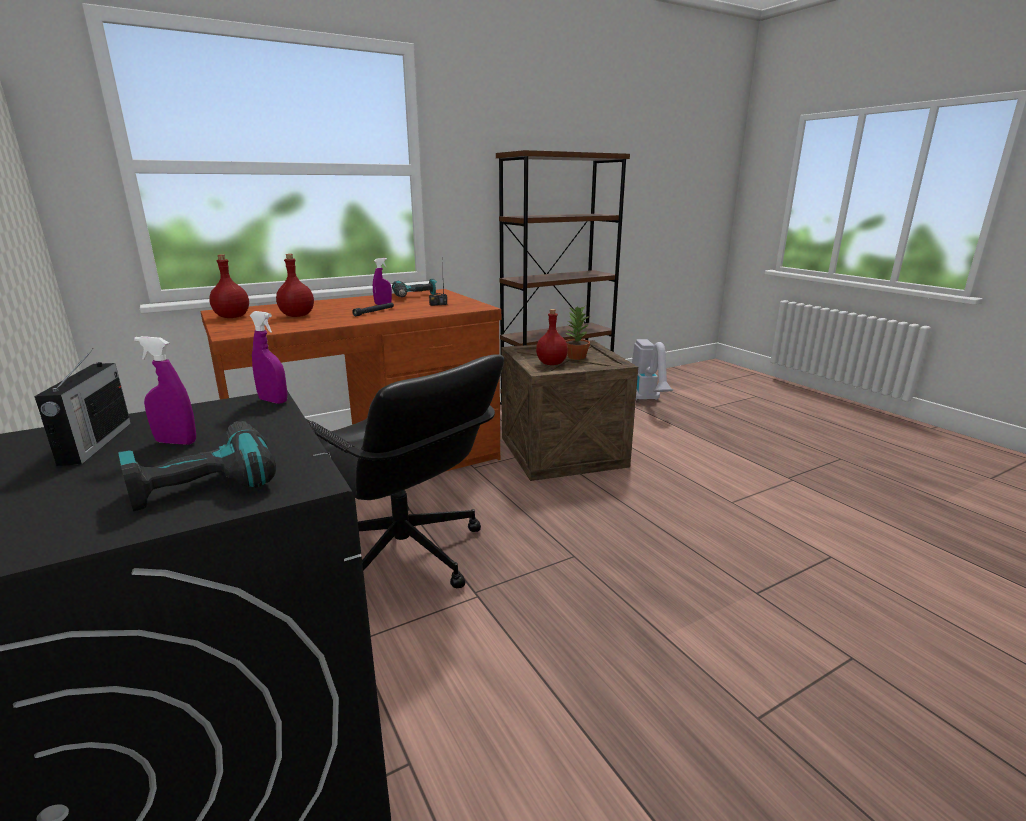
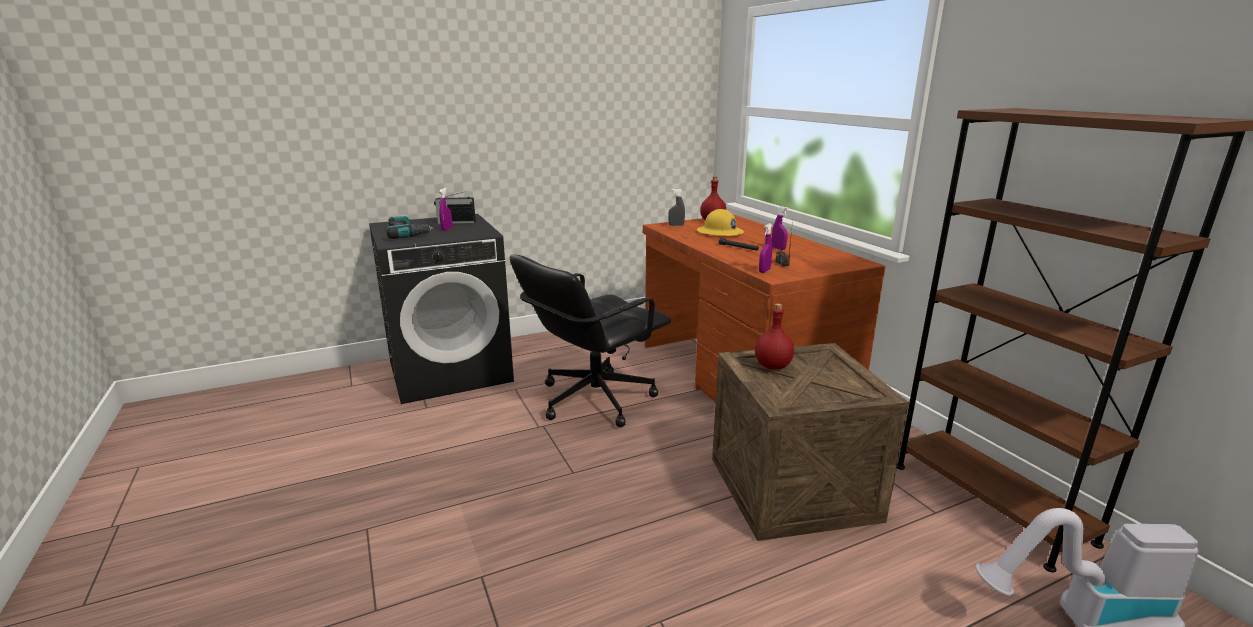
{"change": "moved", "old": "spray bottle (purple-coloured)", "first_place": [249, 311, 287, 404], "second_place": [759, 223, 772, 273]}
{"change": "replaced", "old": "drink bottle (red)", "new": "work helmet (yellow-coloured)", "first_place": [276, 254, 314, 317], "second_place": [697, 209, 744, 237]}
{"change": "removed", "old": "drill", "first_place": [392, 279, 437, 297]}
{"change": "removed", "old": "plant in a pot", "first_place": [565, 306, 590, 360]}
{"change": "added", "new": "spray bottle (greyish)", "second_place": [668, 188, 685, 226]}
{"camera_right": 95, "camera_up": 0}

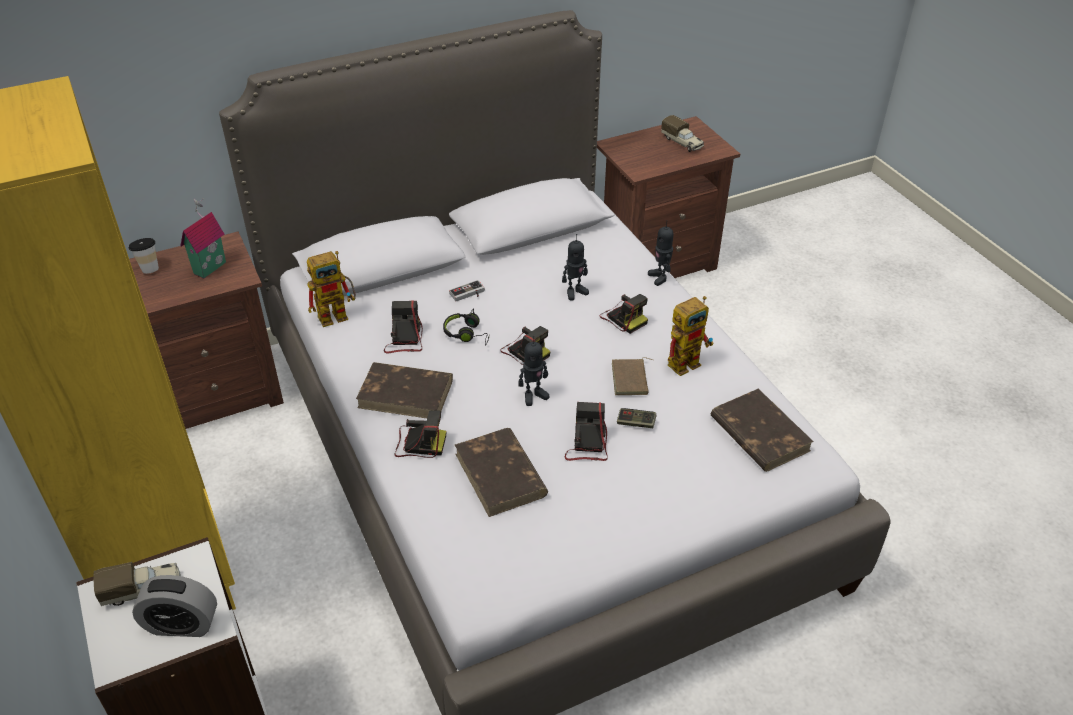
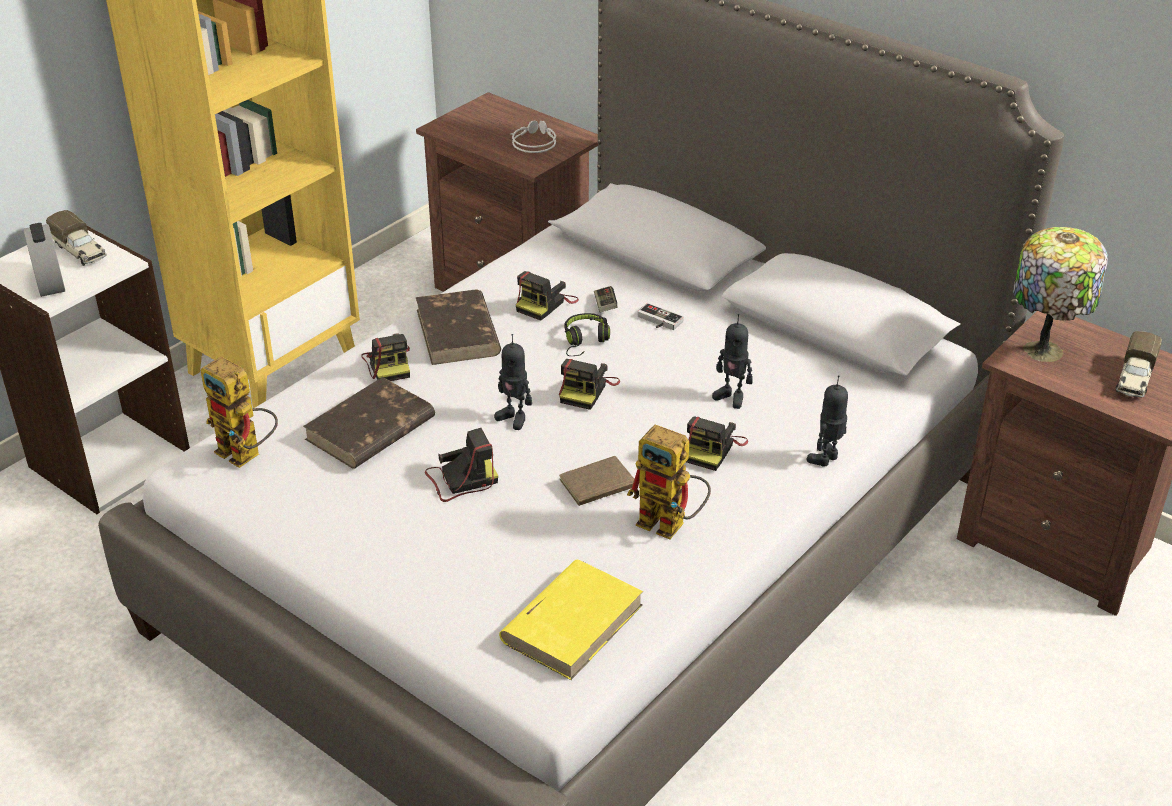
{"change": "removed", "old": "small cup", "first_place": [128, 238, 159, 274]}
{"change": "replaced", "old": "model house", "new": "headset (greyish)", "first_place": [180, 198, 226, 278], "second_place": [510, 121, 556, 153]}
{"change": "moved", "old": "model robot", "first_place": [307, 251, 356, 327], "second_place": [200, 356, 278, 468]}
{"change": "turned", "old": "still camera", "first_place": [384, 300, 423, 353], "second_place": [516, 271, 579, 321], "degrees": 150}
{"change": "moved", "old": "gamepad", "first_place": [617, 408, 657, 428], "second_place": [594, 286, 617, 312]}
{"change": "recoloured", "old": "volume (brown-coloured)", "new": "volume (yellow-coloured)", "first_place": [711, 389, 814, 472], "second_place": [499, 560, 643, 680]}
{"change": "added", "new": "tabletop lamp", "second_place": [1013, 227, 1108, 362]}
{"camera_right": 65, "camera_up": -5}

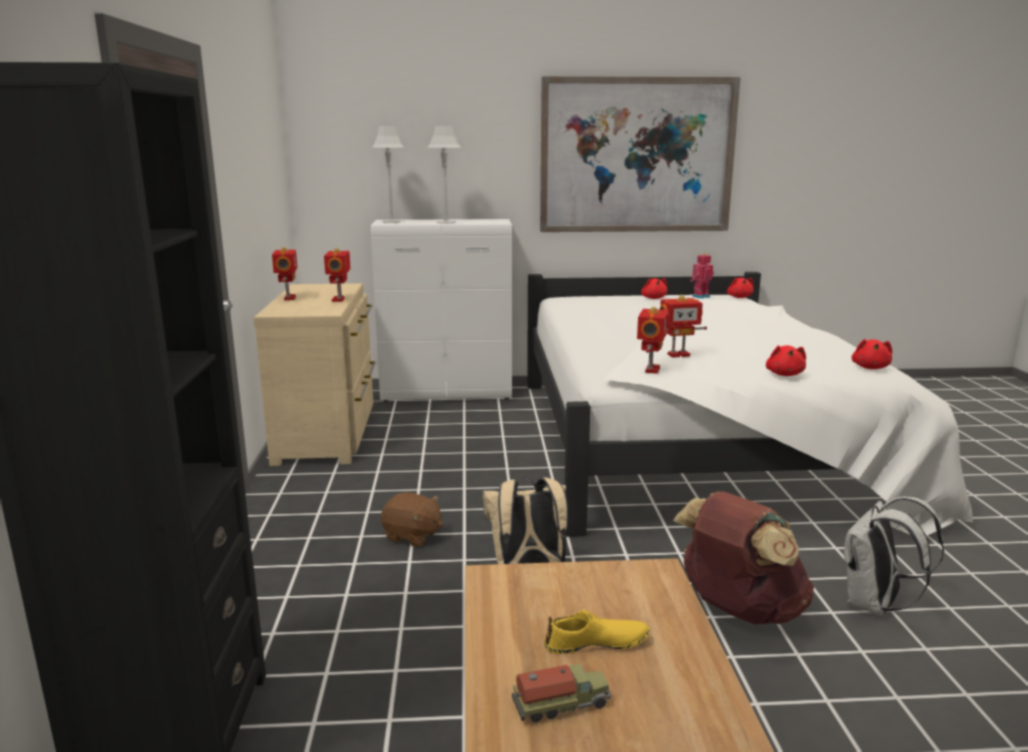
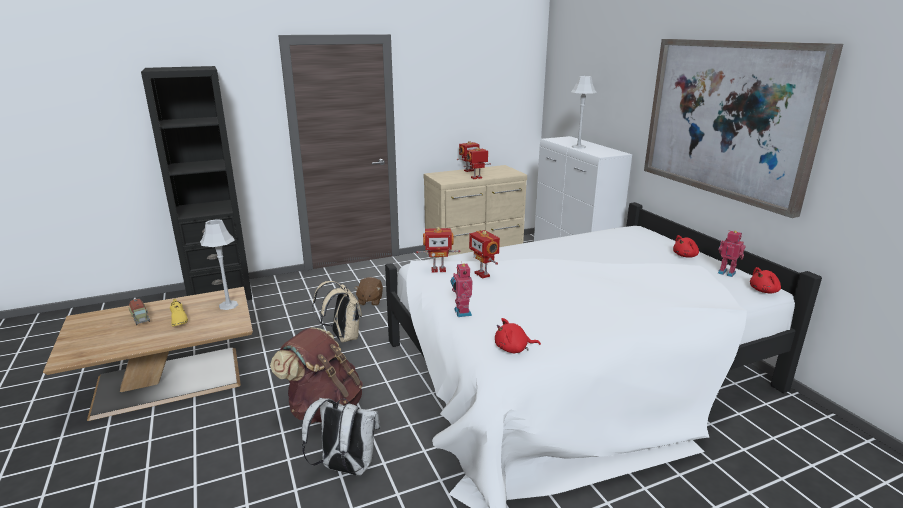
{"change": "moved", "old": "tabletop lamp (greyish)", "first_place": [372, 126, 404, 223], "second_place": [200, 219, 238, 310]}
{"change": "replaced", "old": "soft toy (red)", "new": "model robot", "first_place": [766, 345, 806, 376], "second_place": [451, 263, 472, 317]}
{"camera_right": 70, "camera_up": 5}

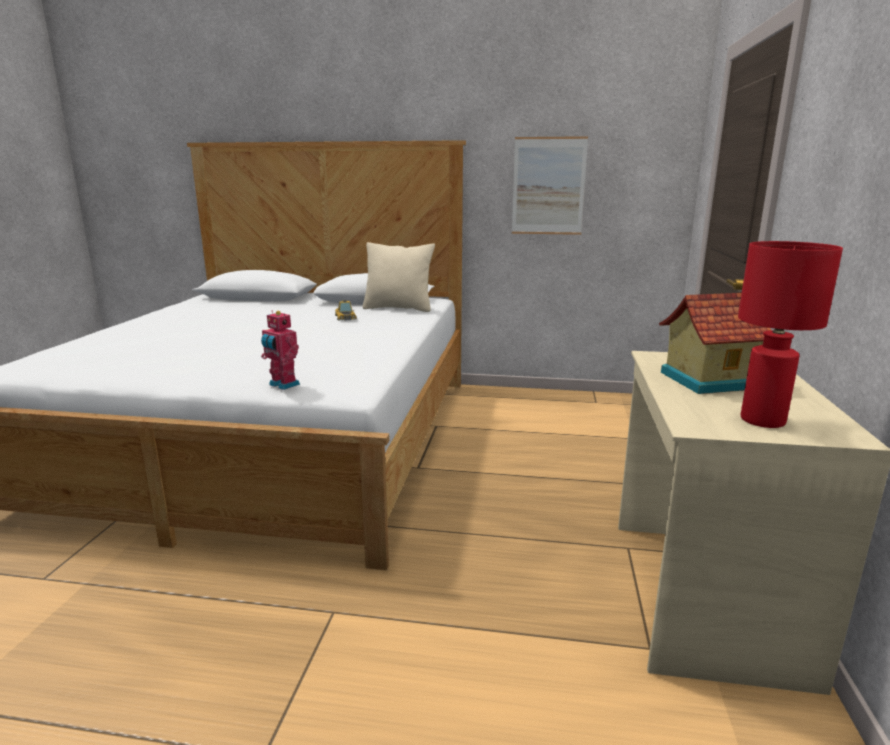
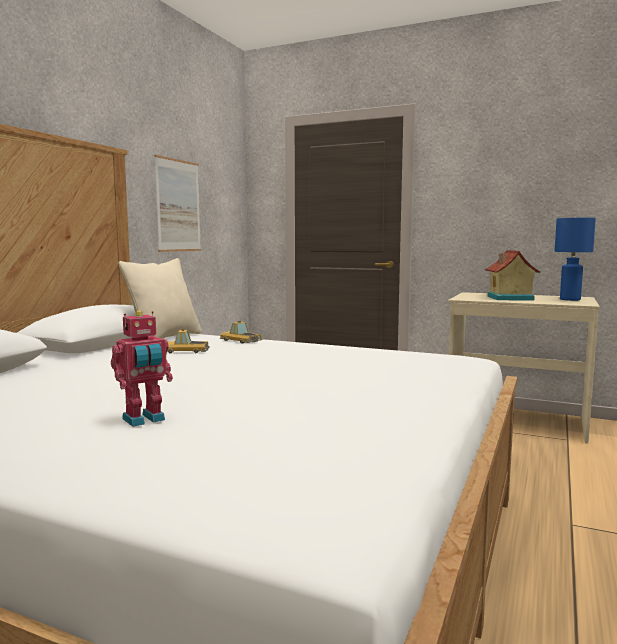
{"change": "moved", "old": "model robot", "first_place": [261, 311, 300, 390], "second_place": [111, 311, 173, 427]}
{"change": "recoloured", "old": "tabletop lamp (red)", "new": "tabletop lamp (blue-coloured)", "first_place": [738, 241, 843, 428], "second_place": [554, 218, 596, 301]}
{"change": "added", "new": "model car", "second_place": [220, 321, 262, 344]}
{"camera_right": -75, "camera_up": -10}

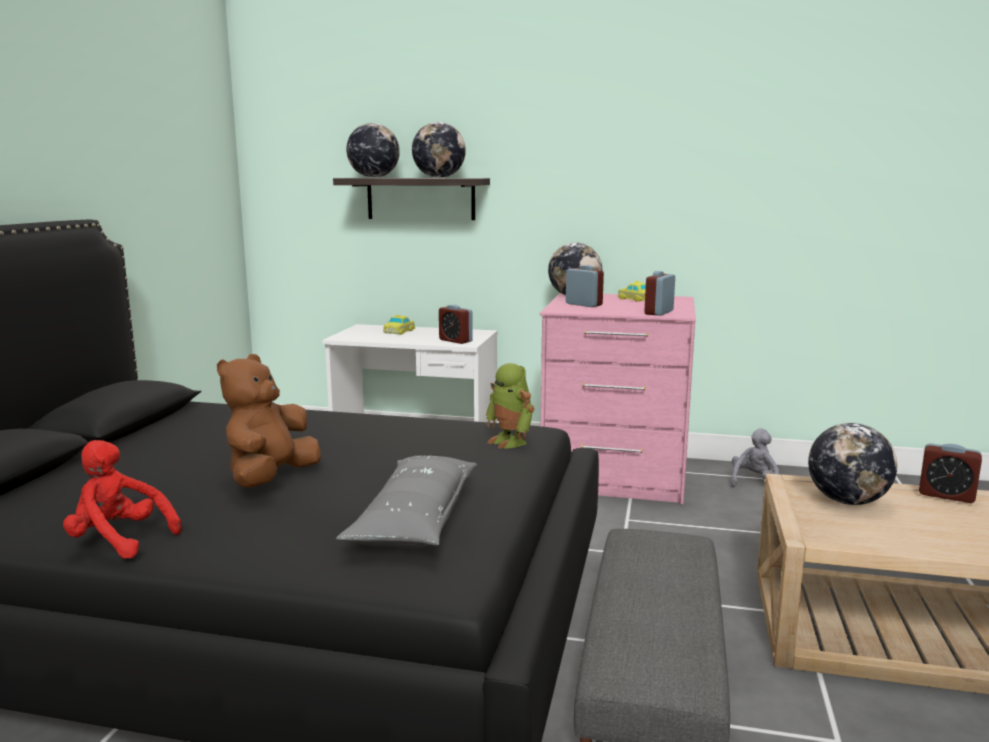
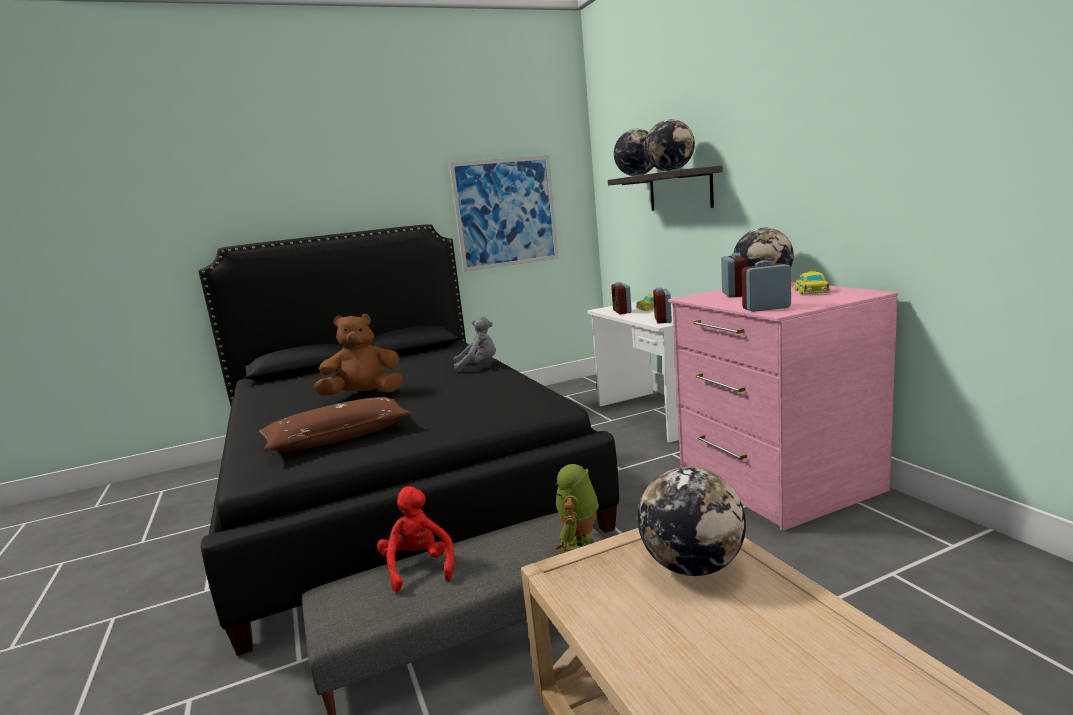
{"change": "moved", "old": "soft toy (red)", "first_place": [63, 440, 182, 559], "second_place": [377, 486, 454, 592]}
{"change": "recoloured", "old": "pillow (greyish)", "new": "pillow (brown-coloured)", "first_place": [336, 456, 477, 548], "second_place": [259, 397, 411, 451]}
{"change": "moved", "old": "model robot", "first_place": [486, 363, 534, 449], "second_place": [555, 464, 599, 553]}
{"change": "moved", "old": "soft toy (greyish)", "first_place": [730, 428, 779, 487], "second_place": [453, 316, 496, 373]}
{"change": "moved", "old": "bedside clock", "first_place": [919, 443, 982, 503], "second_place": [611, 282, 632, 314]}
{"change": "added", "new": "wall picture", "second_place": [449, 155, 558, 272]}
{"camera_right": 55, "camera_up": 0}

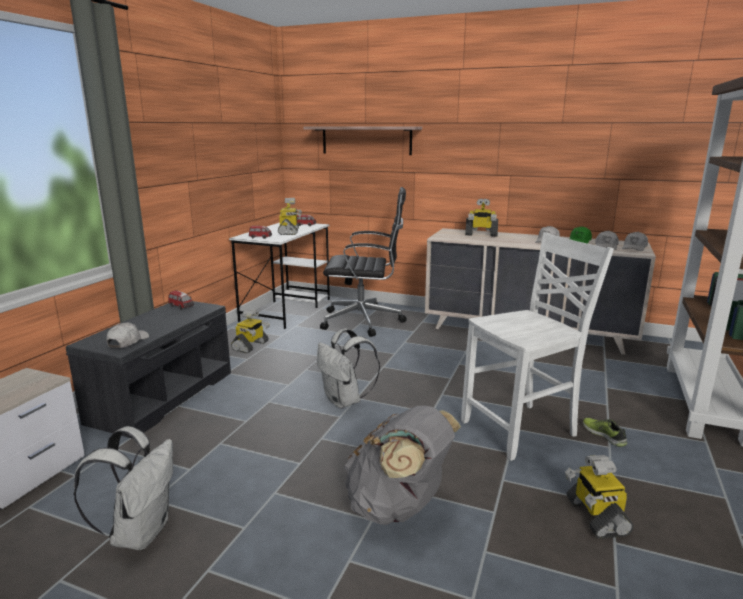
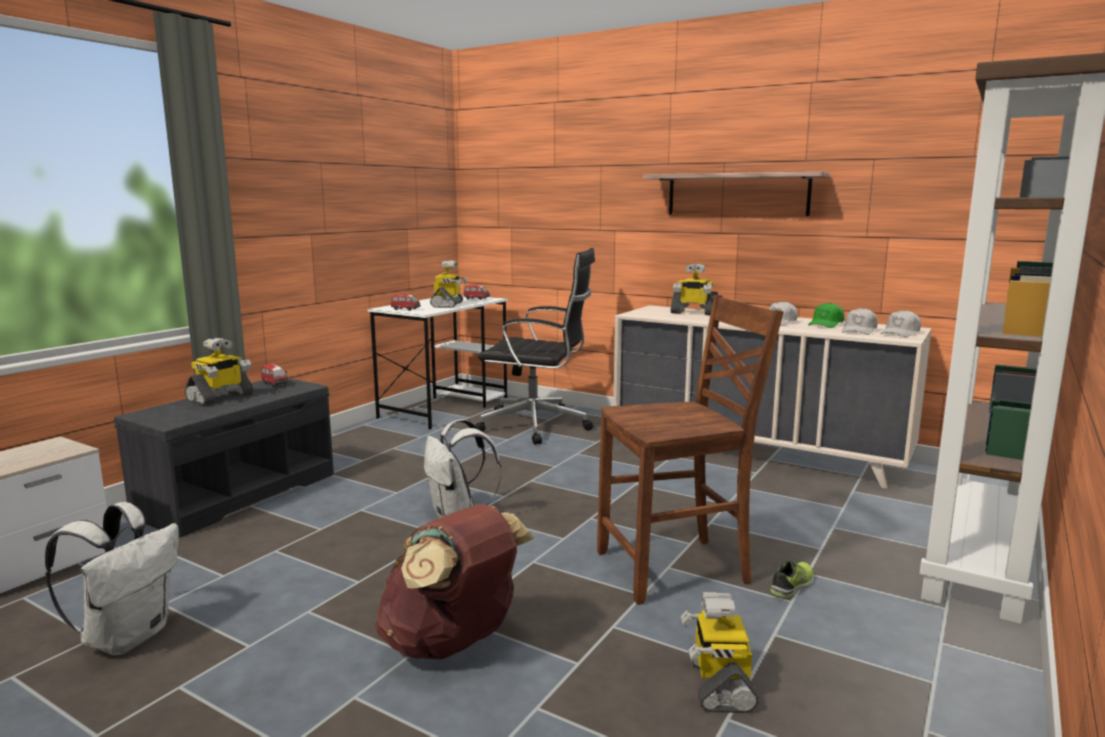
{"change": "removed", "old": "baseball cap (whitish)", "first_place": [107, 322, 149, 348]}
{"change": "moved", "old": "model robot", "first_place": [231, 310, 270, 353], "second_place": [185, 338, 254, 405]}
{"change": "moved", "old": "shelf", "first_place": [303, 126, 422, 155], "second_place": [643, 171, 830, 216]}
{"change": "recoloured", "old": "rucksack (greyish)", "new": "rucksack (brown-coloured)", "first_place": [344, 406, 461, 525], "second_place": [375, 504, 535, 660]}
{"change": "recoloured", "old": "upright chair (whitish)", "new": "upright chair (brown-coloured)", "first_place": [461, 232, 614, 461], "second_place": [597, 295, 784, 605]}
{"change": "turned", "old": "shoe", "first_place": [583, 418, 627, 447], "second_place": [770, 560, 814, 599], "degrees": 60}
{"camera_right": 10, "camera_up": -5}

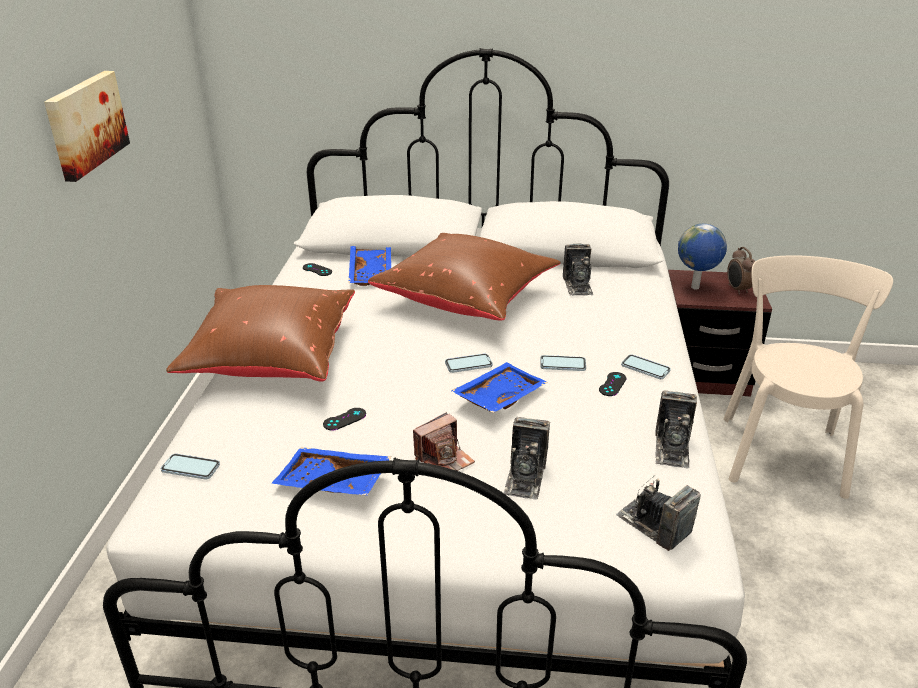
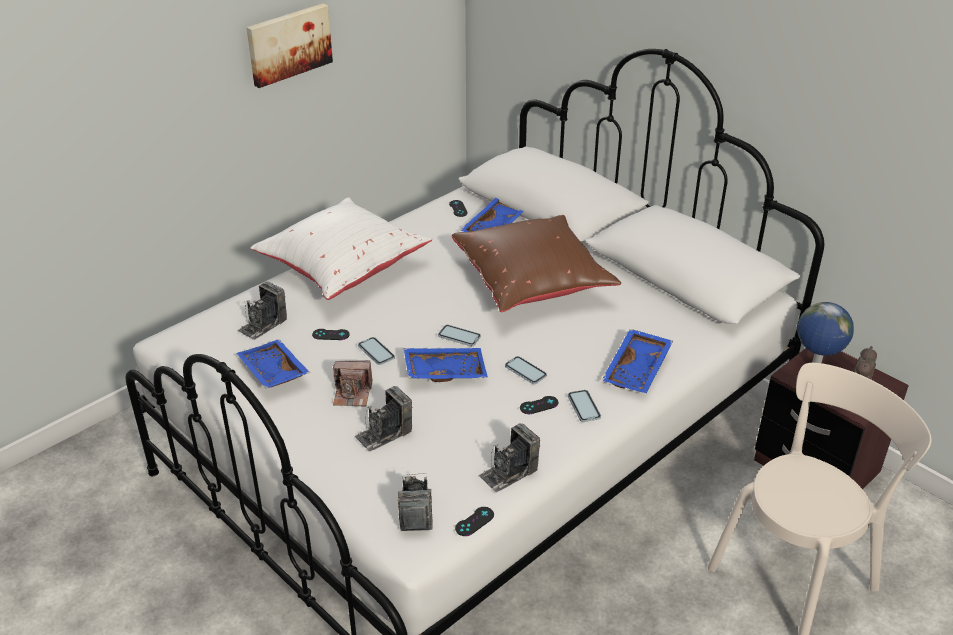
{"change": "moved", "old": "telephone", "first_place": [161, 454, 220, 480], "second_place": [358, 337, 395, 365]}
{"change": "recoloured", "old": "pillow (brown-coloured)", "new": "pillow (whitish)", "first_place": [166, 285, 355, 382], "second_place": [251, 197, 432, 300]}
{"change": "moved", "old": "still camera", "first_place": [563, 243, 593, 296], "second_place": [237, 282, 287, 340]}
{"change": "added", "new": "gamepad (black-coloured)", "second_place": [455, 507, 494, 536]}
{"change": "added", "new": "serving tray (blue-coloured)", "second_place": [602, 329, 673, 393]}
{"camera_right": 40, "camera_up": 5}

